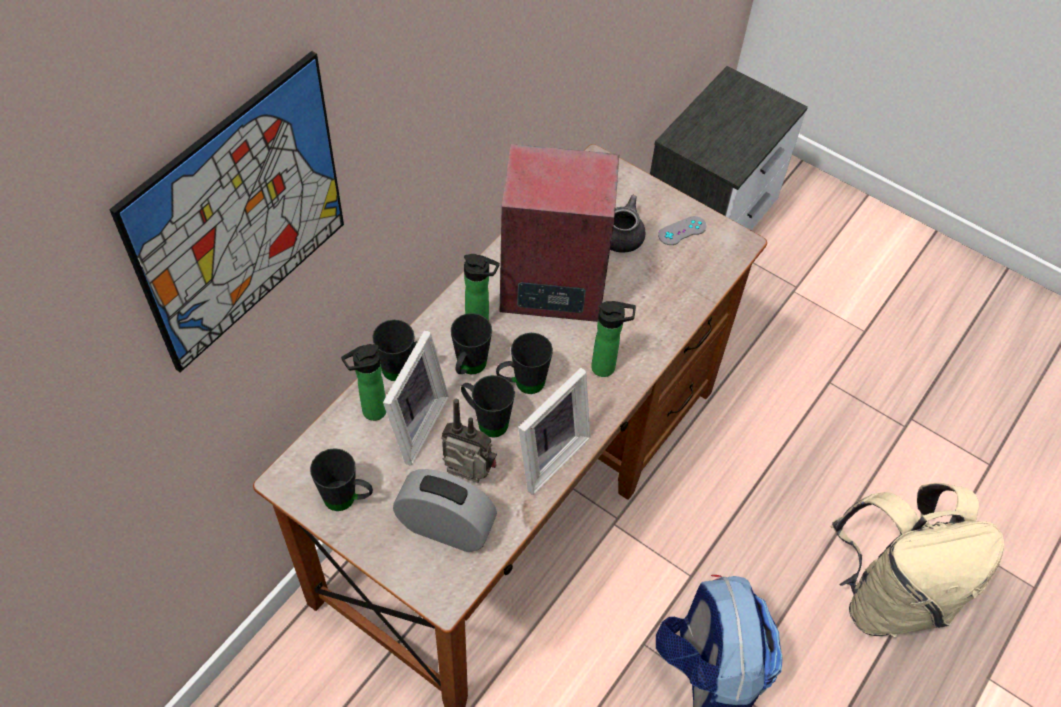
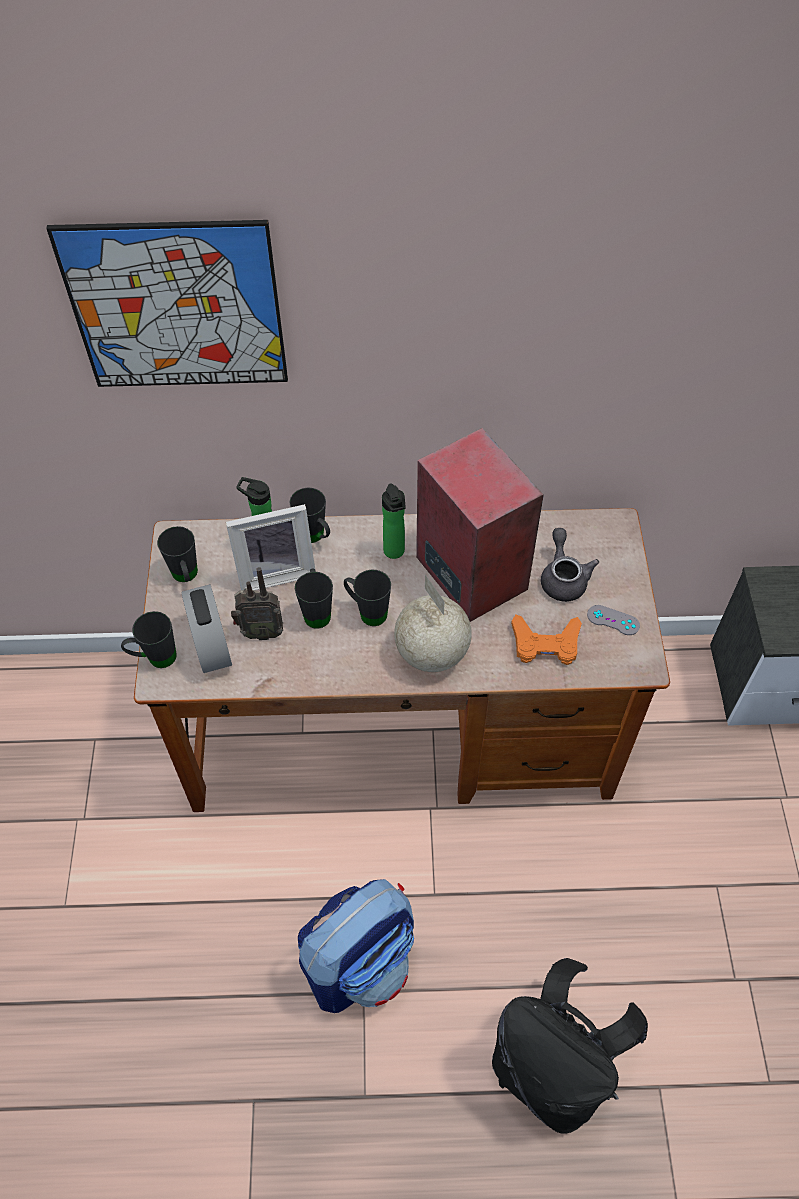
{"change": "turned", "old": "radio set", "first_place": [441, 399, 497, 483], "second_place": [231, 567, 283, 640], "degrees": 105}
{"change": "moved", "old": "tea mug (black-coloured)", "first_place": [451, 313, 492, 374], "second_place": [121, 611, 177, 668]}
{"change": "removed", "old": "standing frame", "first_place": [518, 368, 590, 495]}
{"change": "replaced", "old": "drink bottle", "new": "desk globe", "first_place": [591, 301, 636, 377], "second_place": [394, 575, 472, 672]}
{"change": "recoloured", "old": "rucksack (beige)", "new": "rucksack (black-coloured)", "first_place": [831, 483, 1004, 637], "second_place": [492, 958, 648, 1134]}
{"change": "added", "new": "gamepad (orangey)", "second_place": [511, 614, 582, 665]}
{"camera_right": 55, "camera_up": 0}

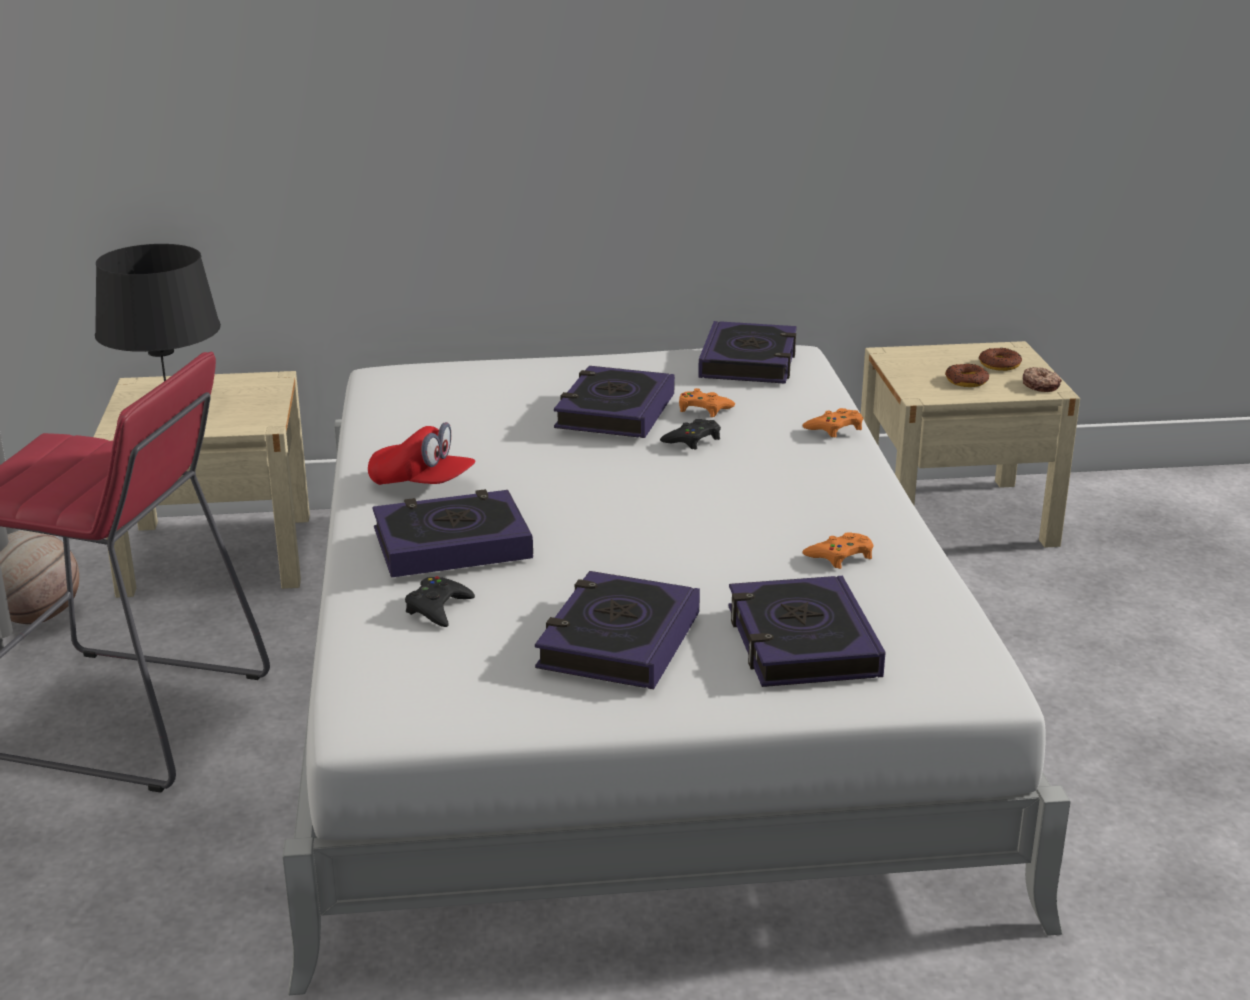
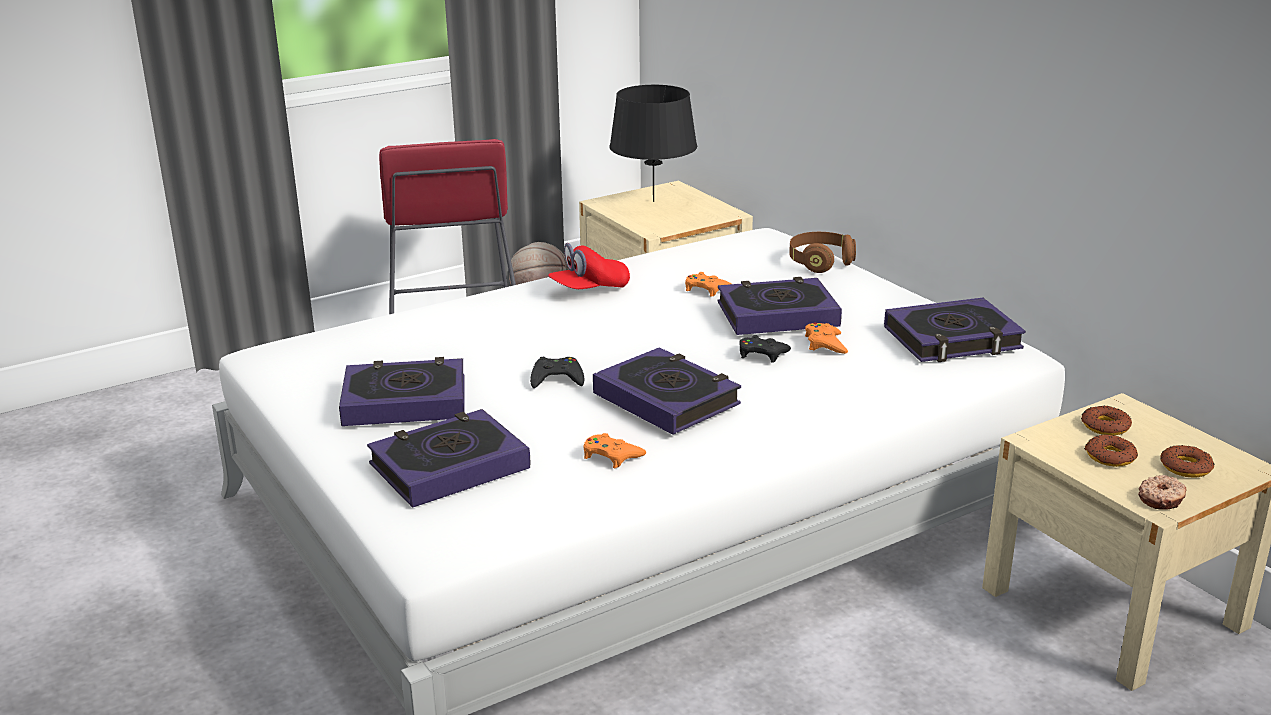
{"change": "turned", "old": "baseball cap (red)", "first_place": [368, 422, 476, 485], "second_place": [548, 243, 630, 289], "degrees": 60}
{"change": "moved", "old": "volume", "first_place": [372, 489, 533, 577], "second_place": [593, 347, 741, 435]}
{"change": "moved", "old": "gamepad (black-coloured)", "first_place": [405, 576, 475, 627], "second_place": [530, 357, 585, 388]}
{"change": "moved", "old": "gamepad (orangey)", "first_place": [802, 408, 863, 438], "second_place": [685, 272, 731, 297]}
{"change": "added", "new": "headset (brown-coloured)", "second_place": [789, 232, 856, 273]}
{"change": "added", "new": "ring doughnut", "second_place": [1081, 405, 1132, 435]}
{"camera_right": 65, "camera_up": 0}

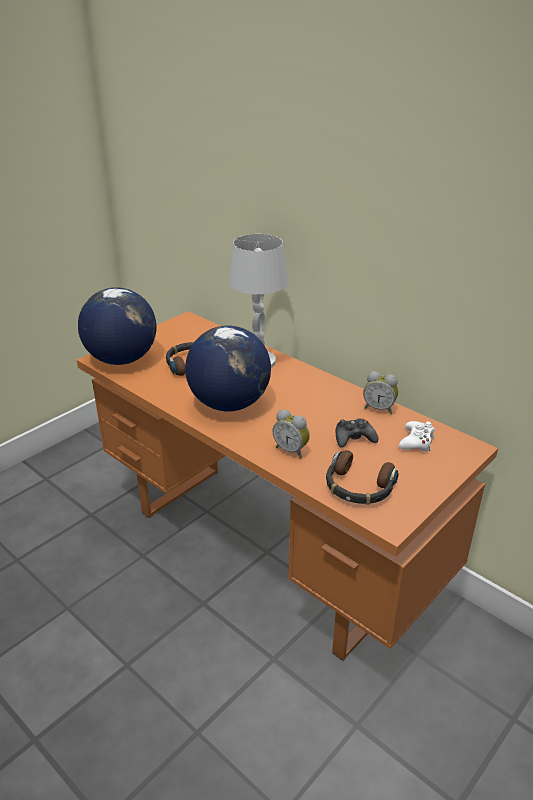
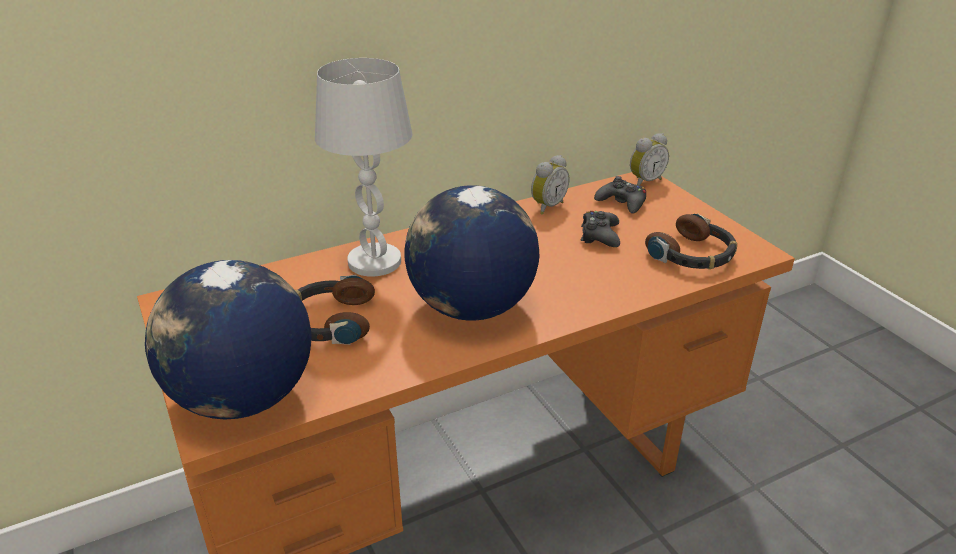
{"change": "moved", "old": "bedside clock", "first_place": [273, 409, 310, 459], "second_place": [630, 133, 669, 185]}
{"change": "recoloured", "old": "gamepad (whitish)", "new": "gamepad (black-coloured)", "first_place": [399, 421, 434, 452], "second_place": [594, 176, 646, 214]}
{"camera_right": -70, "camera_up": 0}

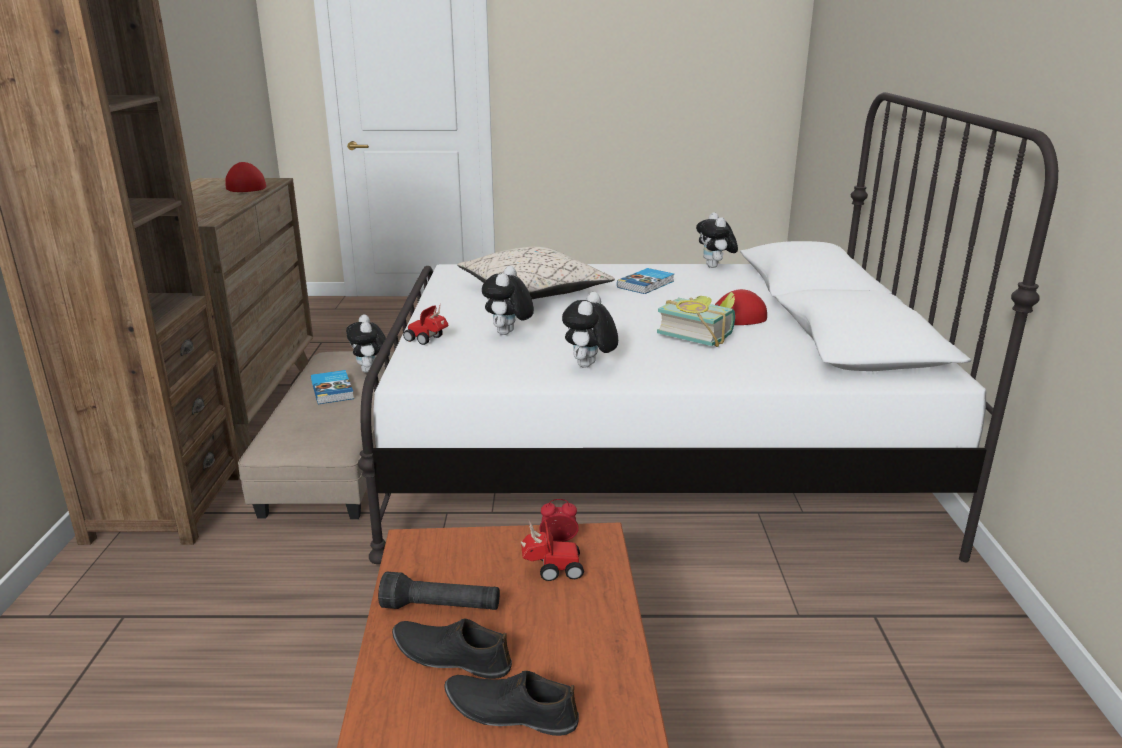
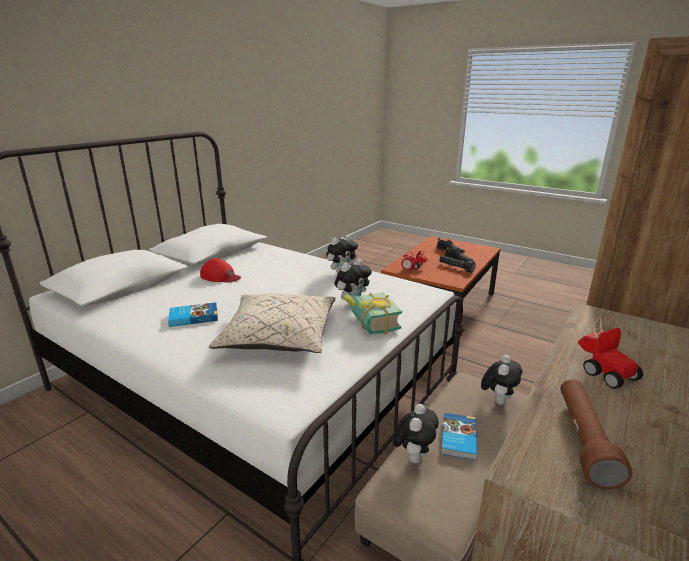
{"change": "replaced", "old": "baseball cap (red)", "new": "torch (brown-coloured)", "first_place": [225, 162, 266, 192], "second_place": [560, 379, 632, 489]}
{"change": "moved", "old": "model car", "first_place": [403, 304, 448, 345], "second_place": [578, 317, 643, 389]}
{"change": "moved", "old": "volume", "first_place": [657, 292, 735, 347], "second_place": [343, 293, 402, 335]}
{"change": "moved", "old": "soft toy", "first_place": [696, 212, 738, 268], "second_place": [481, 355, 522, 405]}
{"camera_right": -145, "camera_up": 0}

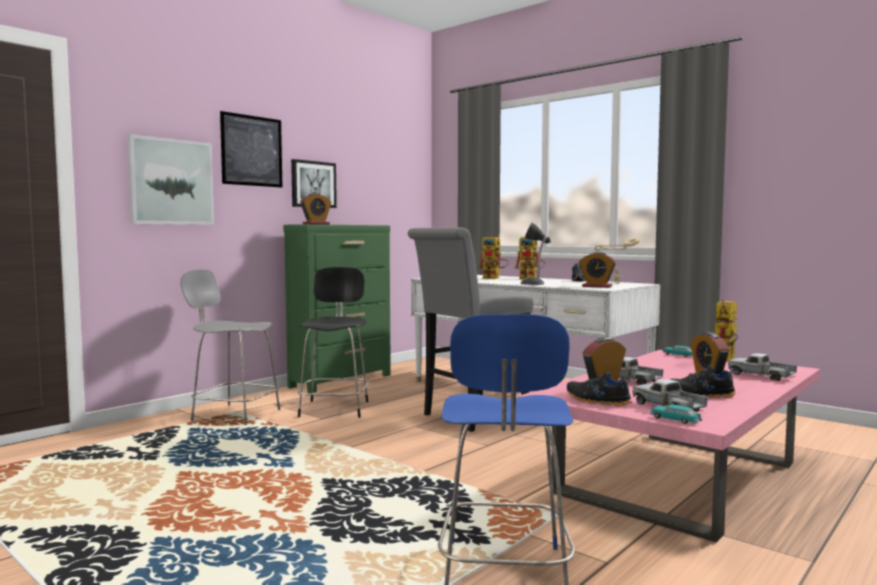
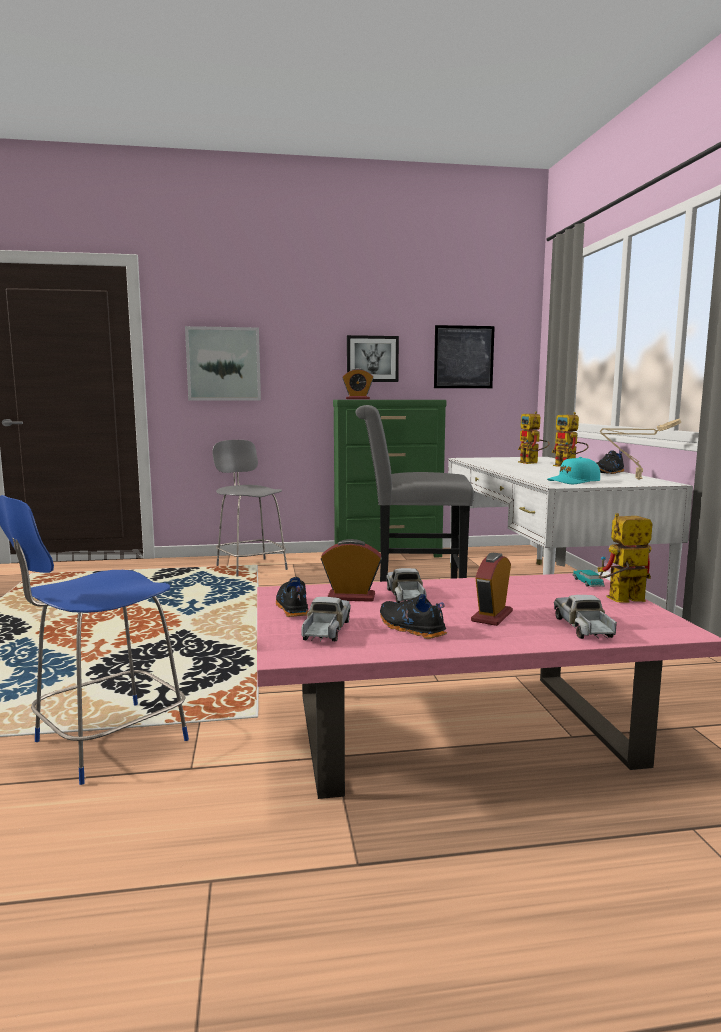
{"change": "moved", "old": "wall picture", "first_place": [220, 111, 282, 187], "second_place": [434, 325, 495, 388]}
{"change": "removed", "old": "upright chair (black-coloured)", "first_place": [298, 267, 370, 418]}
{"change": "removed", "old": "tabletop lamp", "first_place": [520, 223, 551, 285]}
{"change": "replaced", "old": "bedside clock", "new": "baseball cap (blue-green)", "first_place": [579, 252, 616, 288], "second_place": [547, 457, 600, 484]}
{"change": "removed", "old": "model car", "first_place": [650, 405, 702, 424]}
{"camera_right": 40, "camera_up": 5}

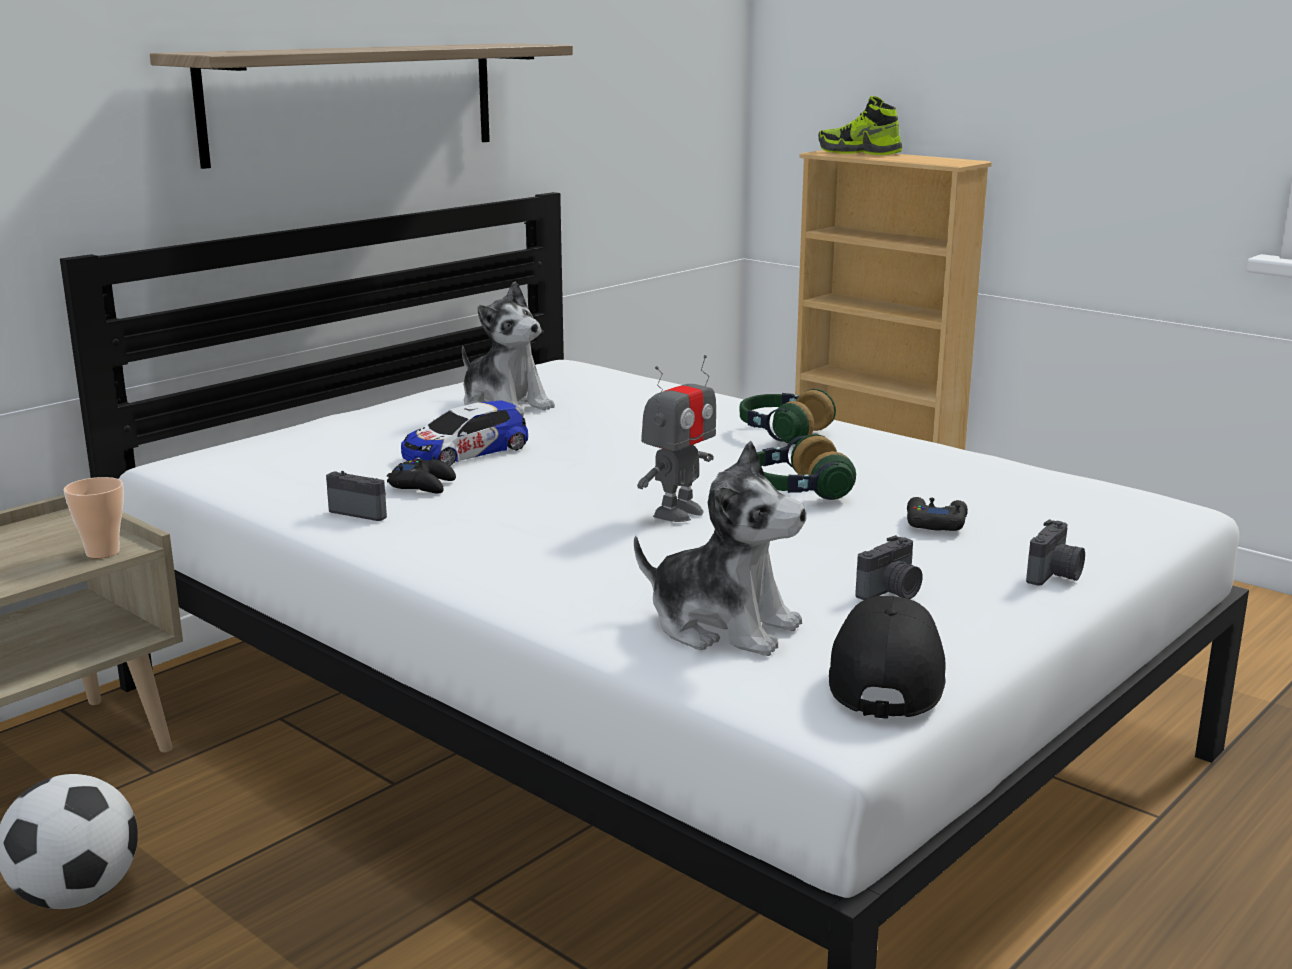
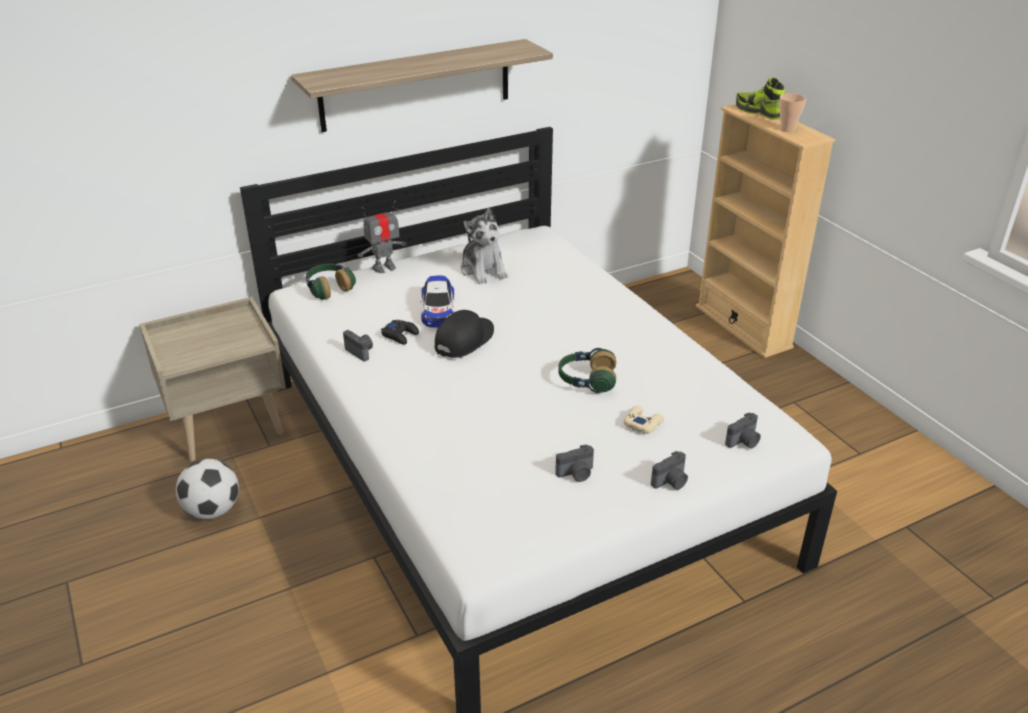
{"change": "moved", "old": "small cup", "first_place": [64, 477, 124, 558], "second_place": [779, 93, 806, 132]}
{"change": "turned", "old": "model car", "first_place": [401, 400, 528, 466], "second_place": [420, 275, 455, 327], "degrees": -75}
{"change": "removed", "old": "soft toy", "first_place": [634, 440, 807, 656]}
{"change": "moved", "old": "model robot", "first_place": [637, 355, 716, 522], "second_place": [357, 201, 407, 273]}
{"change": "moved", "old": "headset", "first_place": [740, 389, 836, 444], "second_place": [306, 264, 356, 300]}
{"change": "moved", "old": "baseball cap (black-coloured)", "first_place": [829, 596, 945, 718], "second_place": [435, 310, 494, 358]}
{"change": "recoloured", "old": "gamepad (black-coloured)", "new": "gamepad (beige)", "first_place": [907, 497, 968, 531], "second_place": [624, 406, 664, 434]}
{"change": "added", "new": "still camera", "second_place": [725, 413, 761, 449]}
{"camera_right": 20, "camera_up": 15}

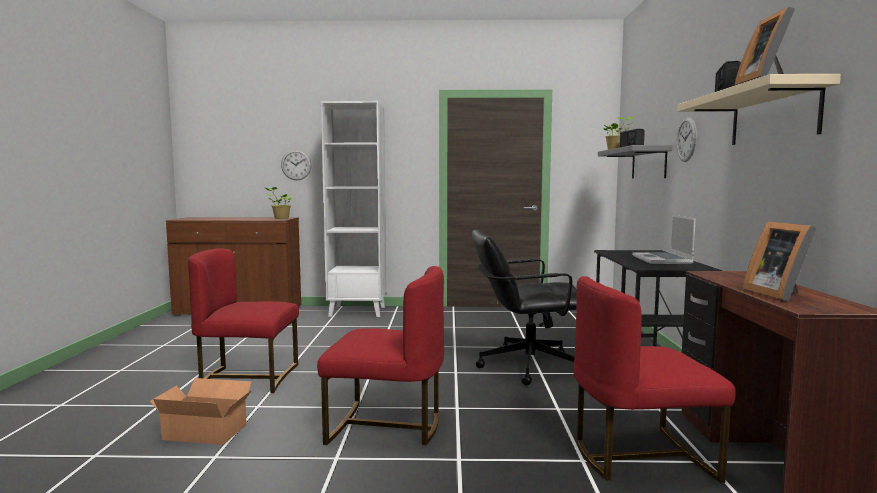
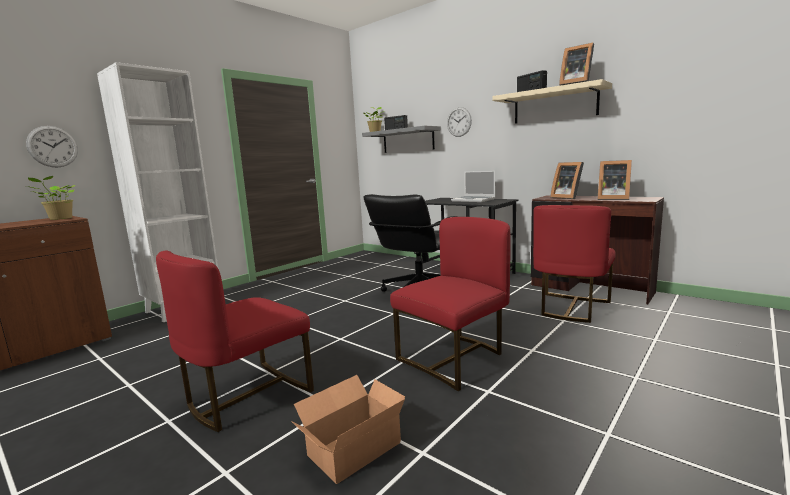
{"change": "added", "new": "standing frame", "second_place": [550, 162, 584, 199]}
{"camera_right": -50, "camera_up": 5}

